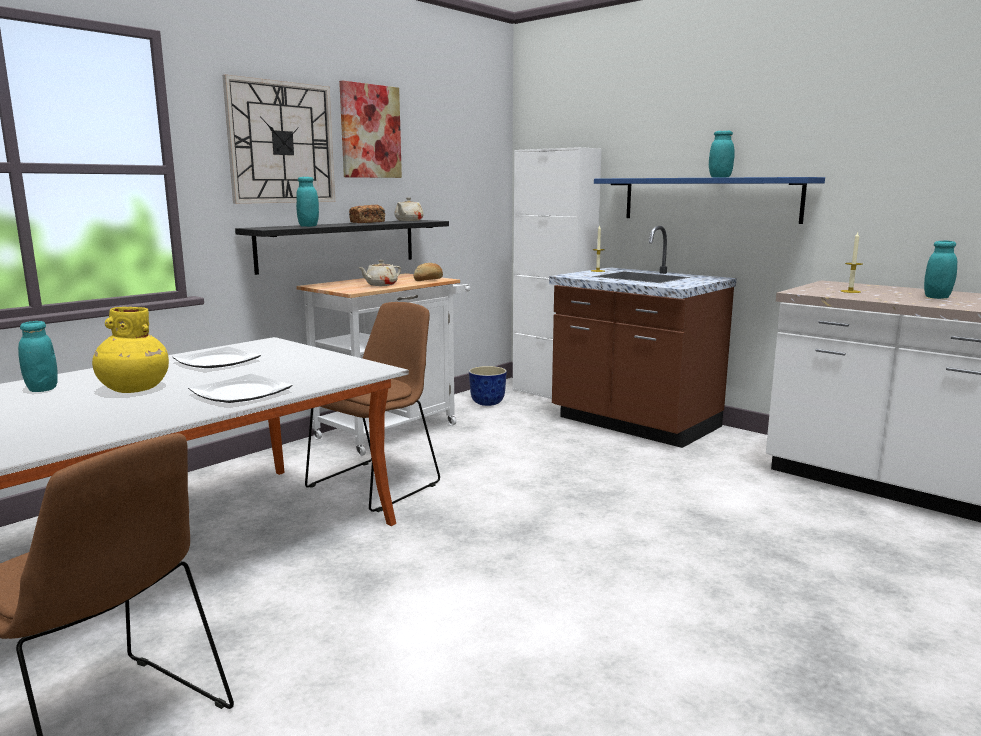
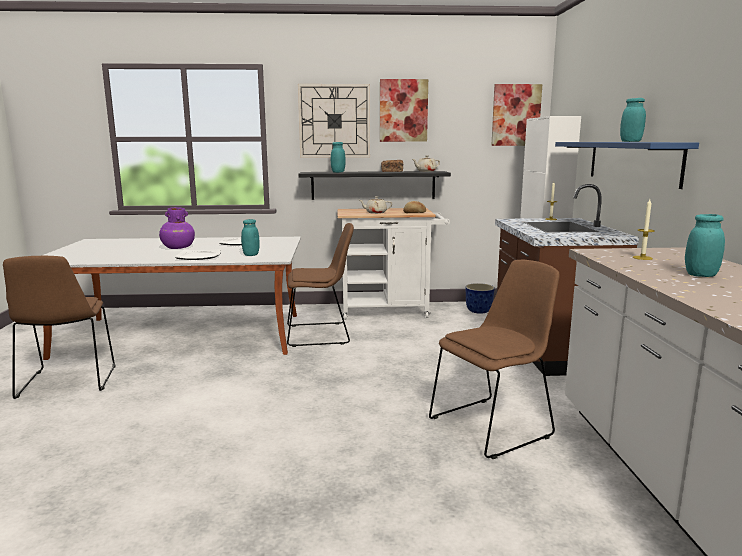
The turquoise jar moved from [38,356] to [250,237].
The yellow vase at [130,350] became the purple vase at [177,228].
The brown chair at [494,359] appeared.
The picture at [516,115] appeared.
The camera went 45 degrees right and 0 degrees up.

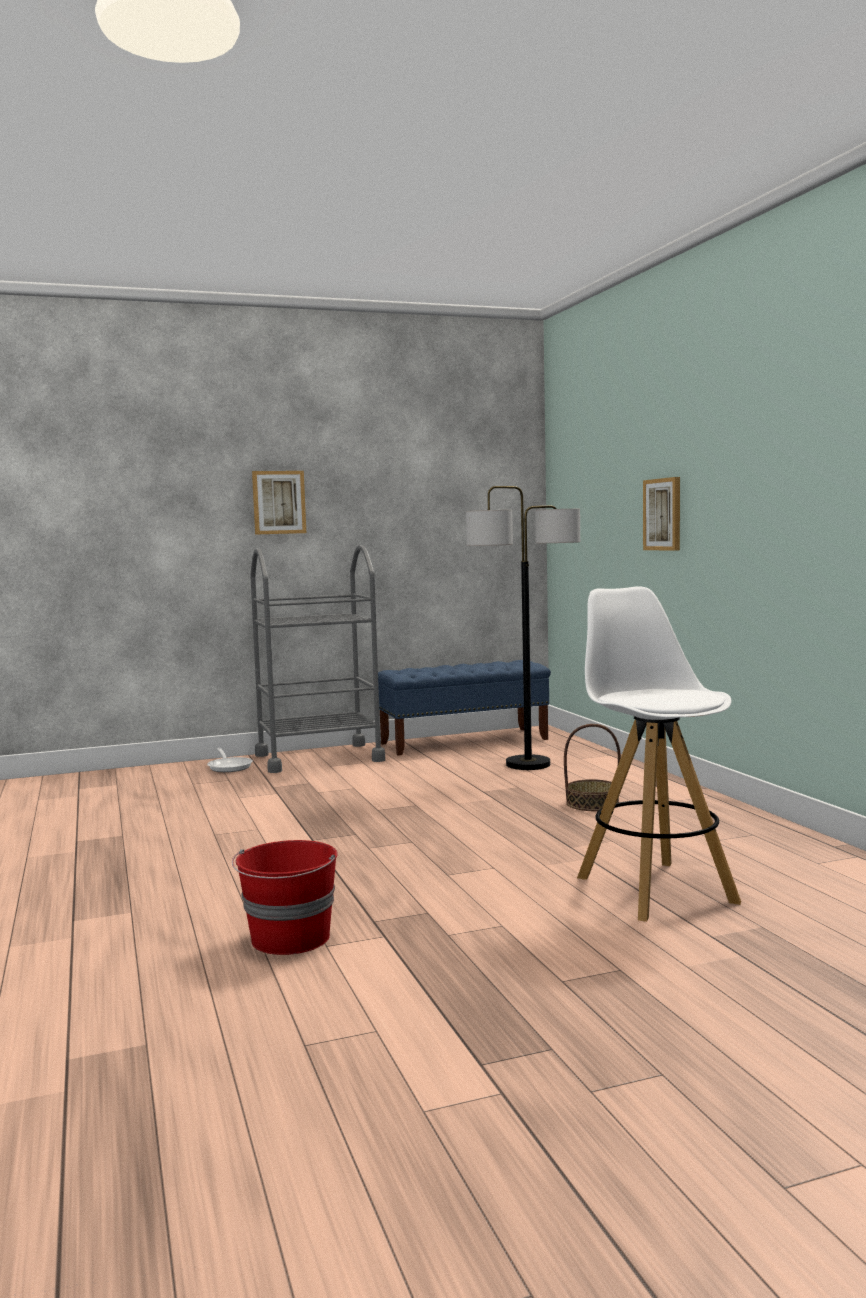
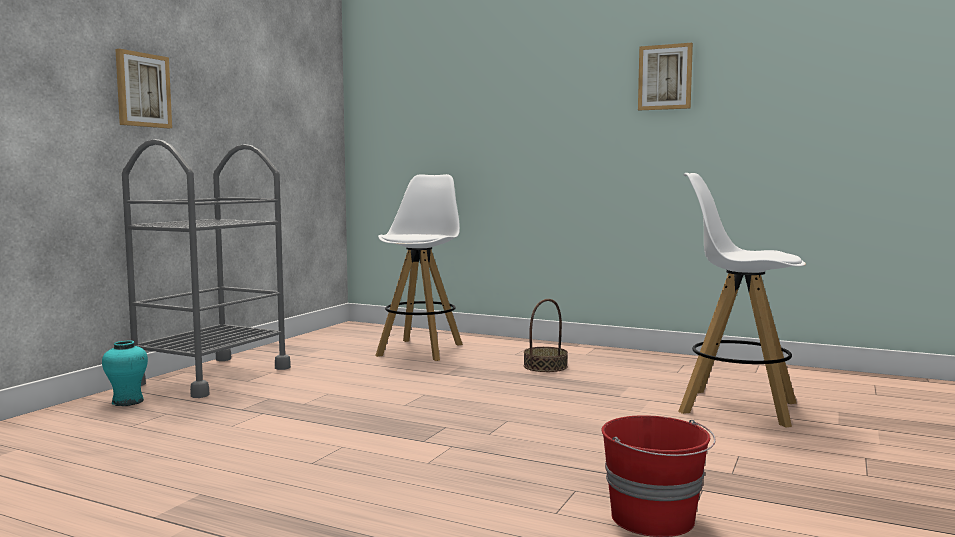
The frying pan at [230,760] was replaced by the turquoise vase at [125,373].
The blue bench at [464,708] disappeared.
The floor lamp at [523,628] was replaced by the white stool at [419,267].
The picture moved from [661,514] to [665,77].
The camera went 45 degrees left and 0 degrees up.

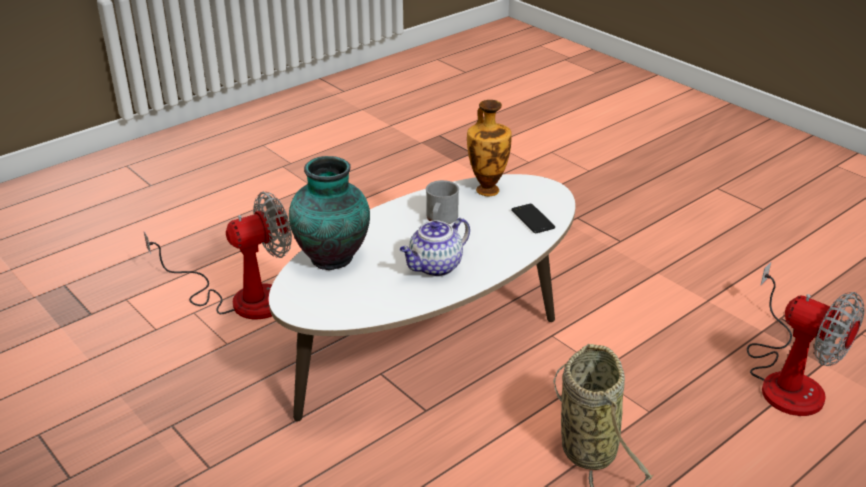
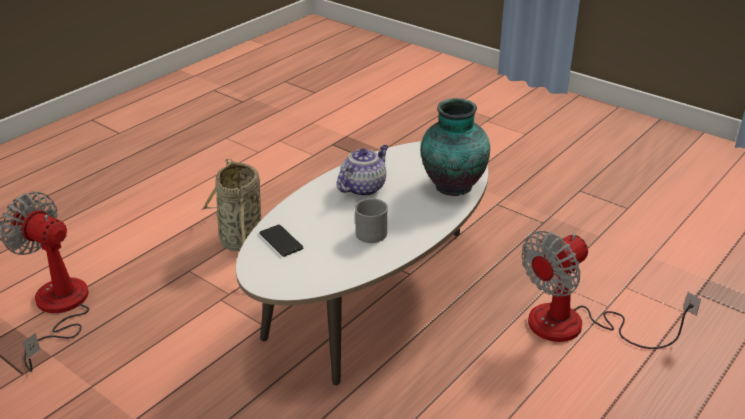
The vase at [489,148] disappeared.
The camera went 170 degrees right and 0 degrees up.

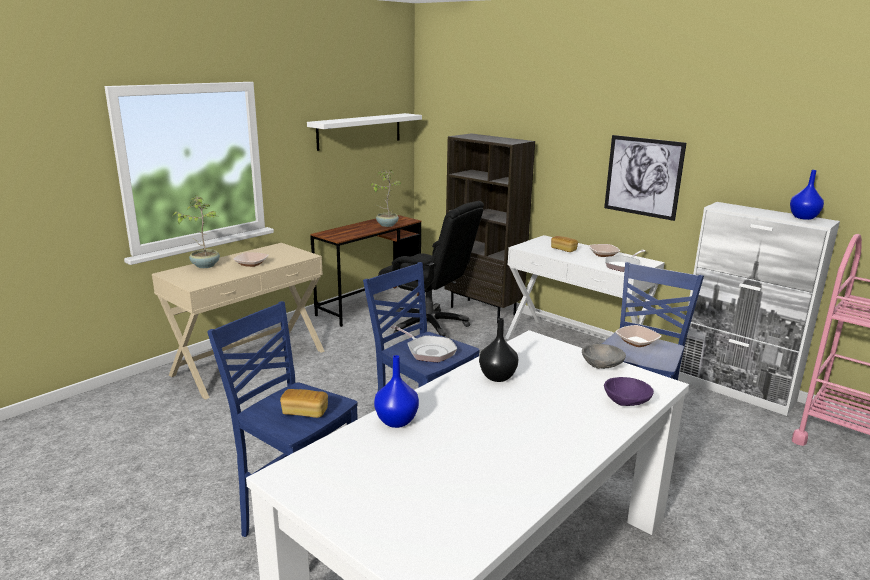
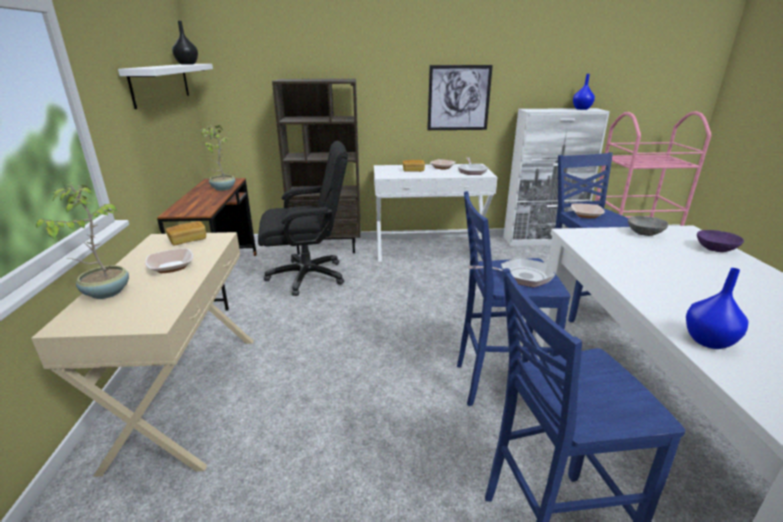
The bread moved from [304,403] to [186,233].
The black vase moved from [498,350] to [185,43].
The camera went 45 degrees left and 5 degrees up.

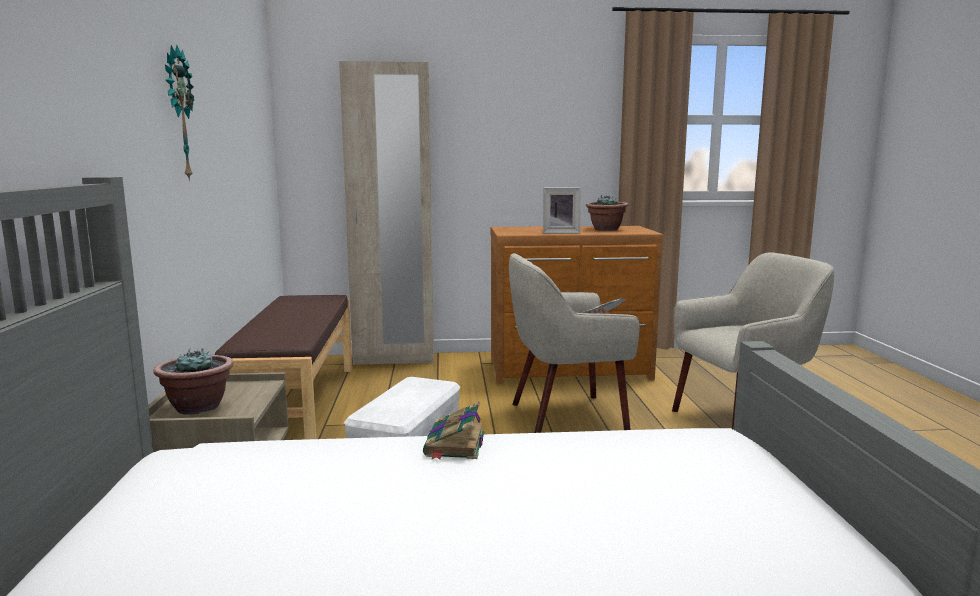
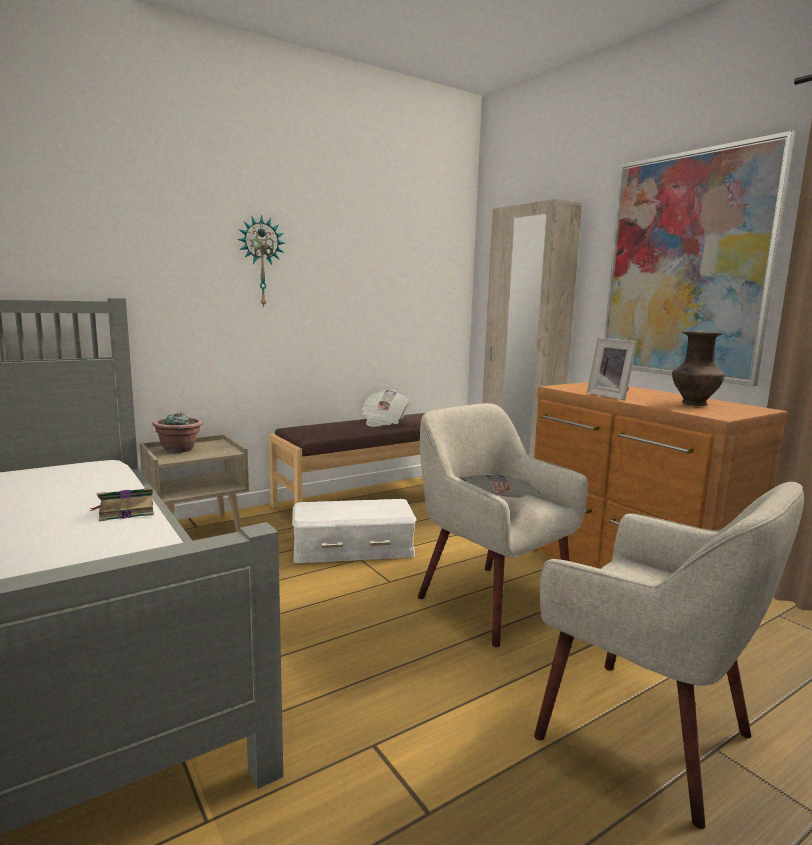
The potted plant at [607,213] was replaced by the brown vase at [698,368].
The newspaper at [385,408] appeared.
The picture at [699,258] appeared.
The camera went 60 degrees right and 0 degrees up.

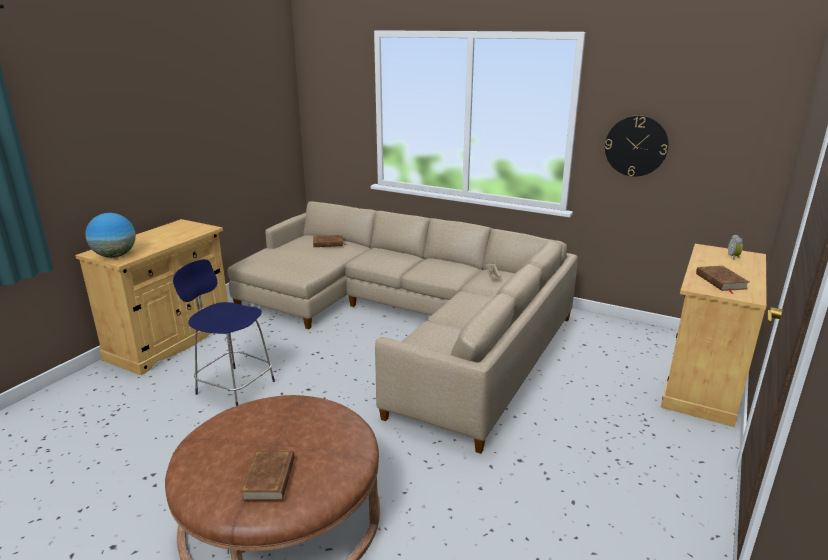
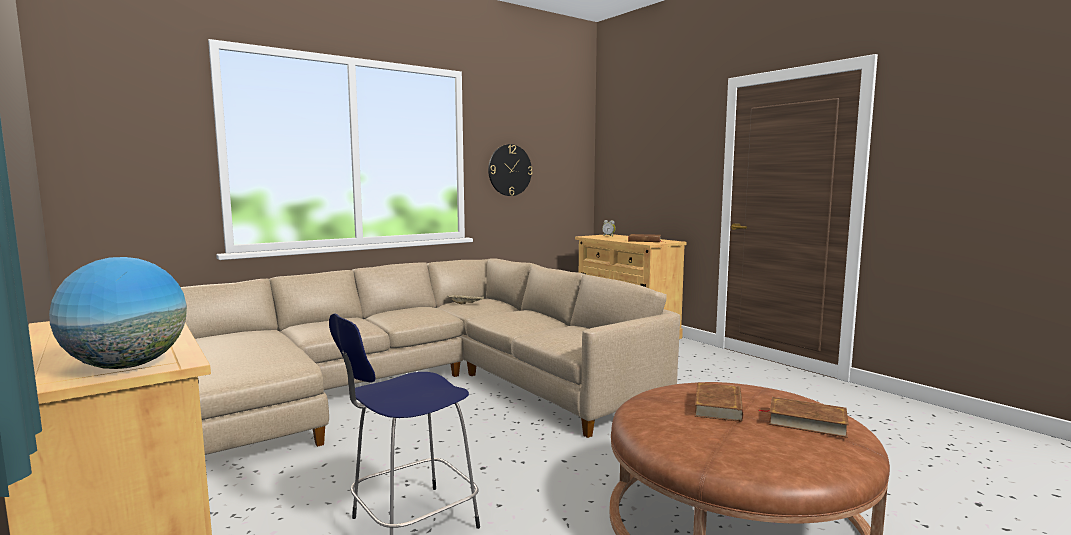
The brown book moved from [330,241] to [719,402].
The camera went 65 degrees left and 15 degrees down.

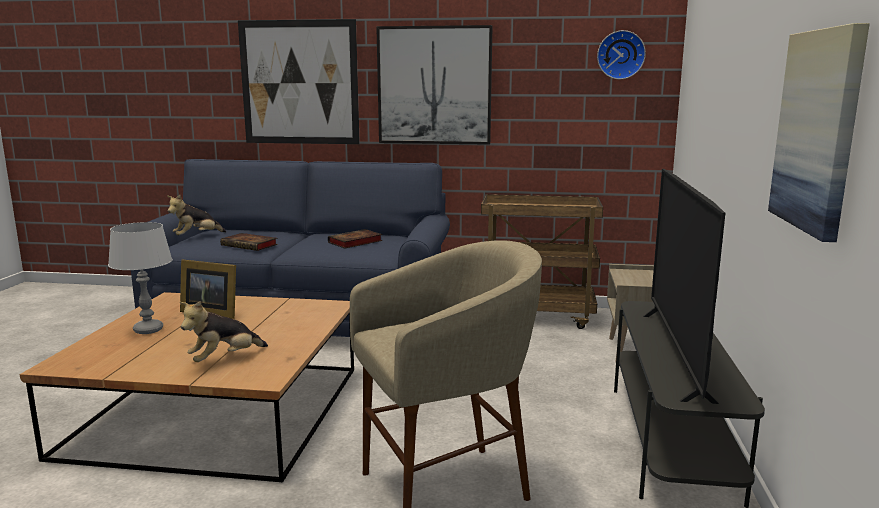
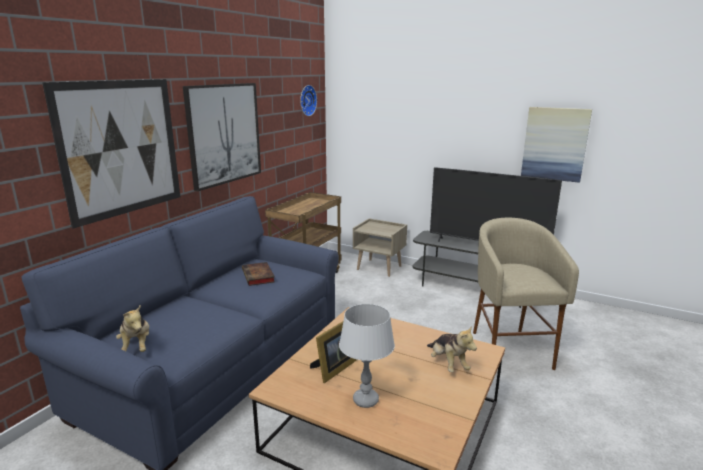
The book at [249,242] disappeared.
The camera went 70 degrees left and 5 degrees up.

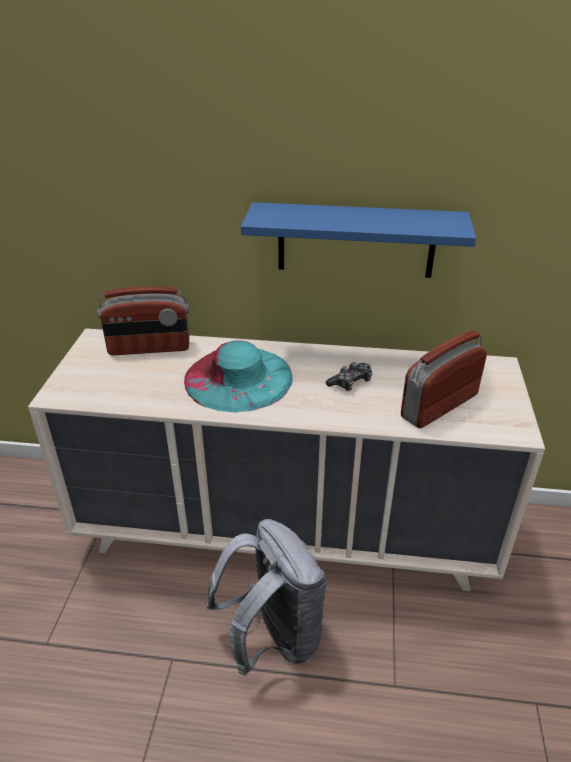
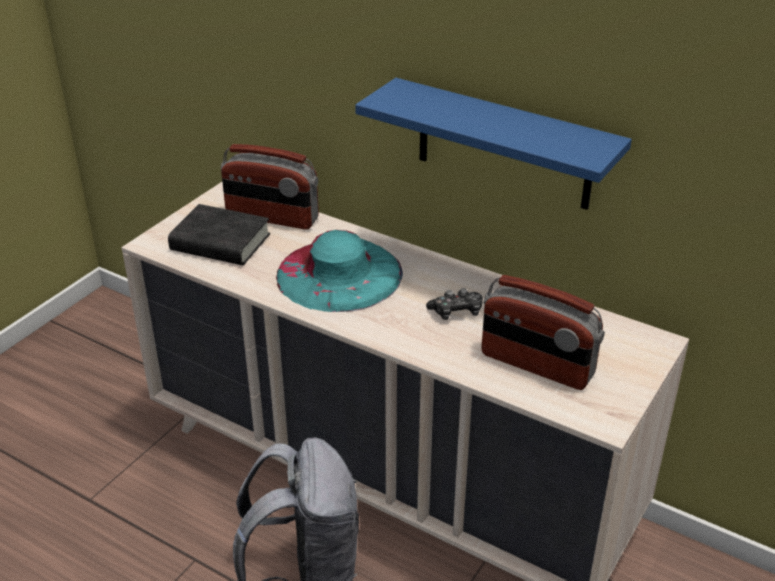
The radio at [444,379] turned 135 degrees counterclockwise.
The black book at [219,234] appeared.
The camera went 25 degrees right and 0 degrees up.

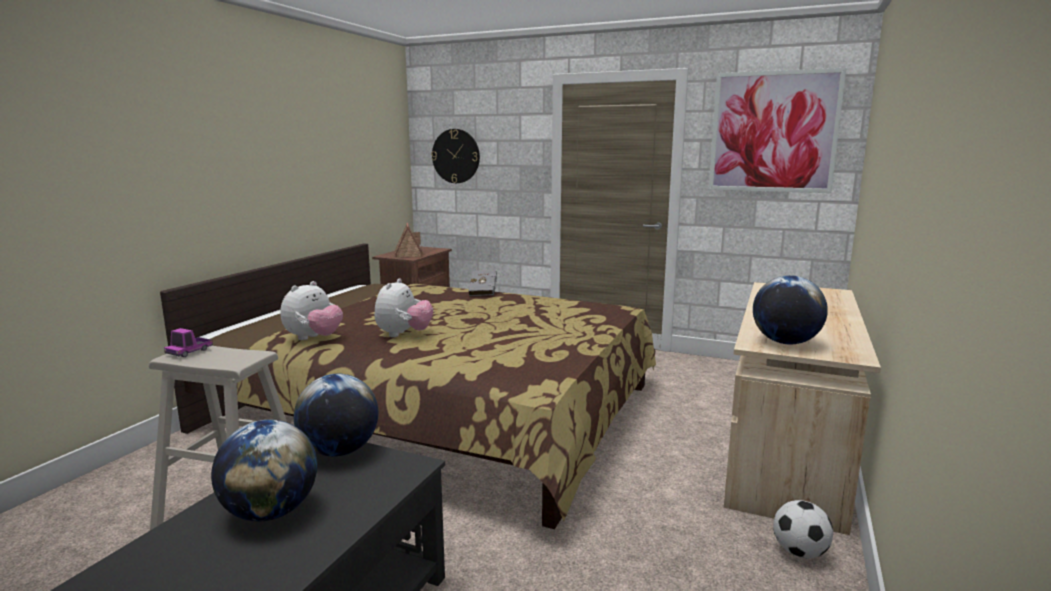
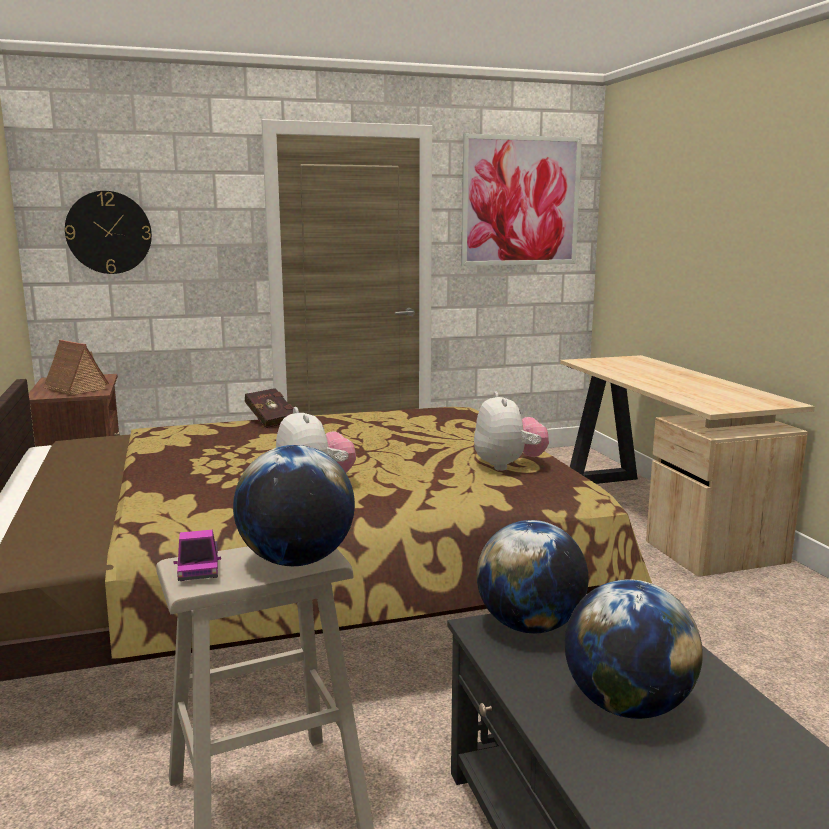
The plush toy moved from [311,310] to [511,431].
The grey book at [483,283] became the red book at [268,408].
The globe moved from [790,309] to [294,505].
The football at [803,529] disappeared.
The camera went 40 degrees left and 0 degrees up.

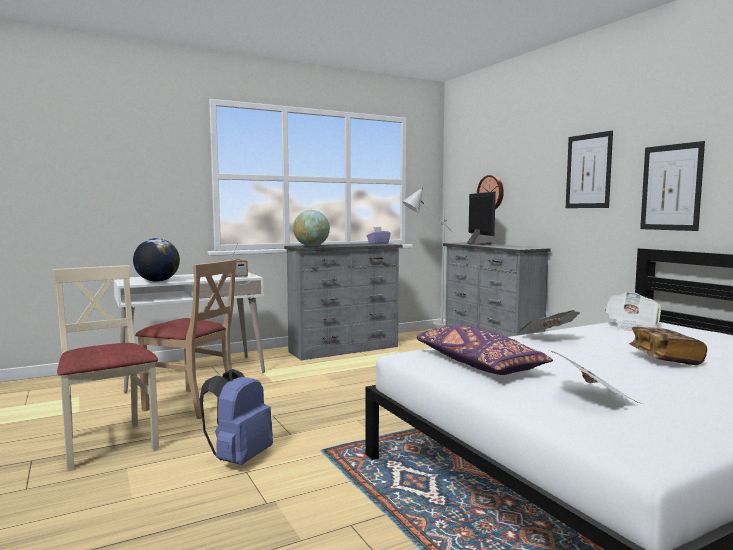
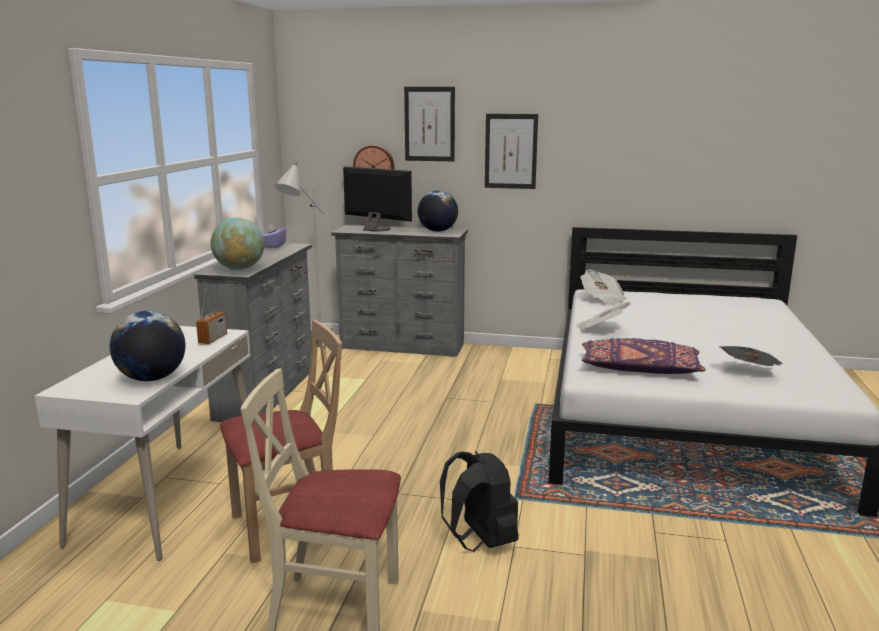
The blue backpack at [236,417] became the black backpack at [479,501].
The book at [668,346] disappeared.
The picture moved from [672,186] to [429,124].
The globe at [438,211] appeared.
The camera went 50 degrees left and 10 degrees up.

